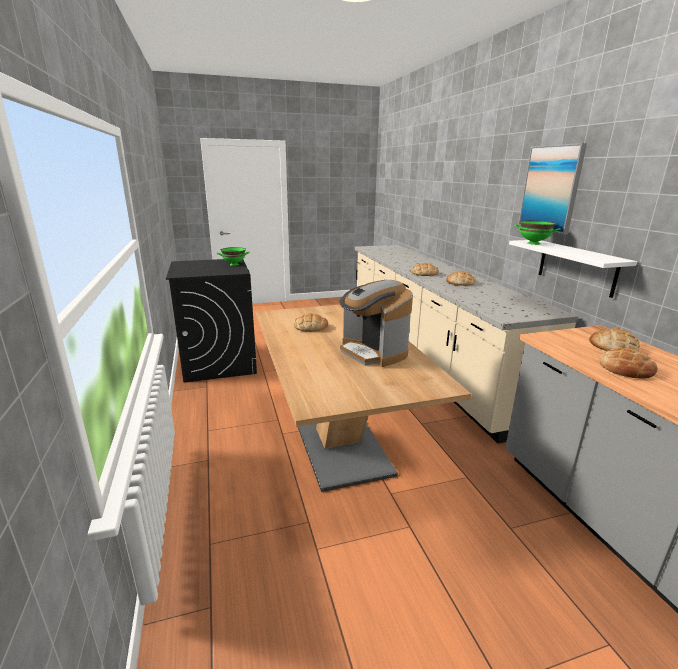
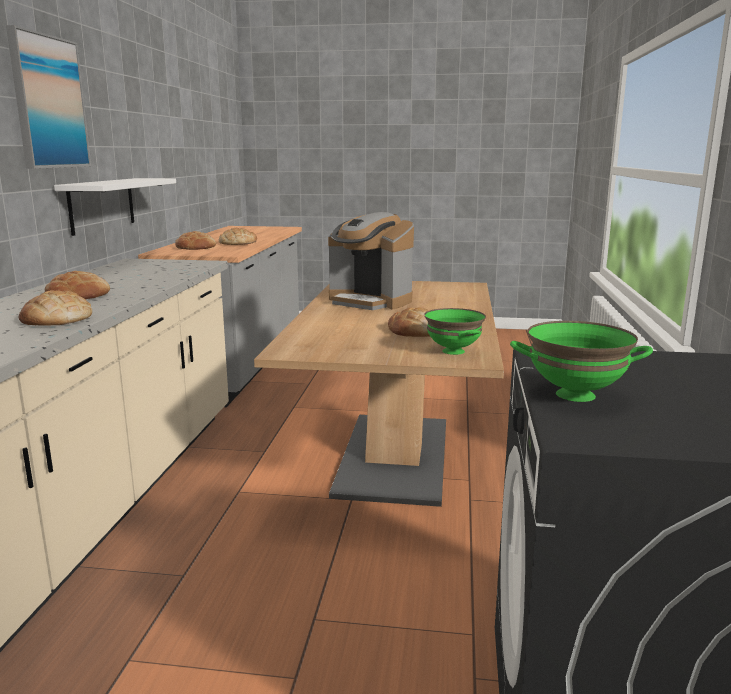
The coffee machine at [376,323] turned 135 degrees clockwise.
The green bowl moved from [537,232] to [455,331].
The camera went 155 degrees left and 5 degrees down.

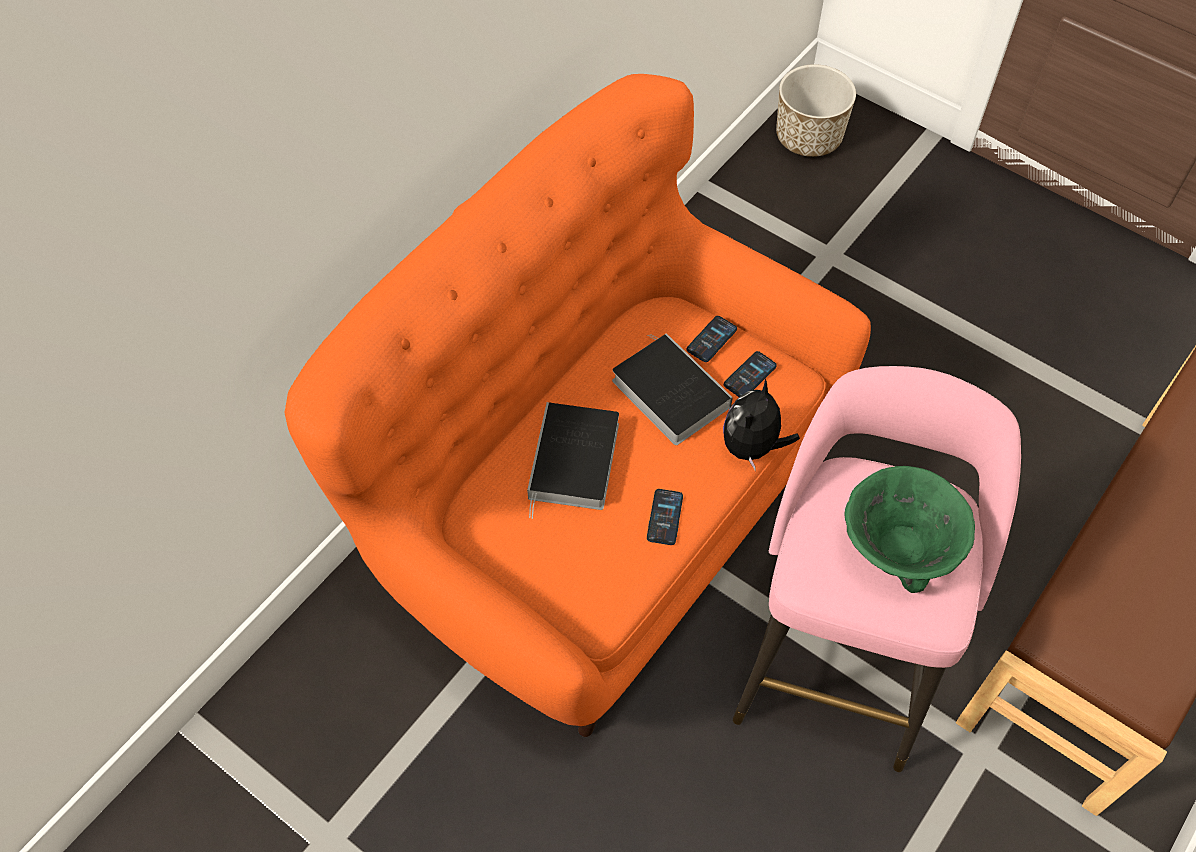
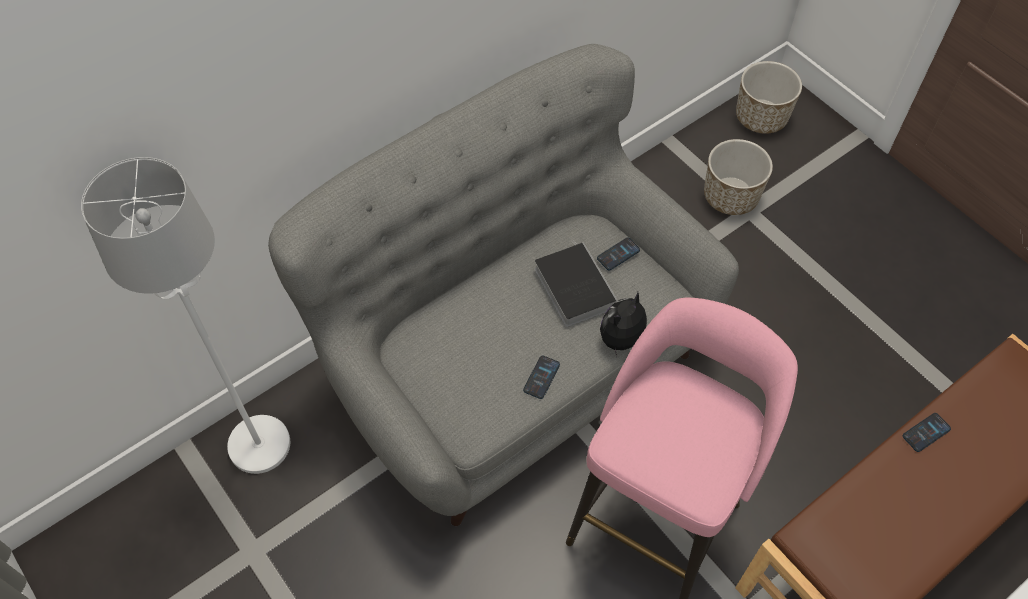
The orange sofa at [577,405] became the grey sofa at [503,285].
The book at [573,460] disappeared.
The phone moved from [750,374] to [927,432].
The green bowl at [909,529] disappeared.
The white floor lamp at [185,315] appeared.
The planter at [738,177] appeared.
The camera went 15 degrees right and 0 degrees up.

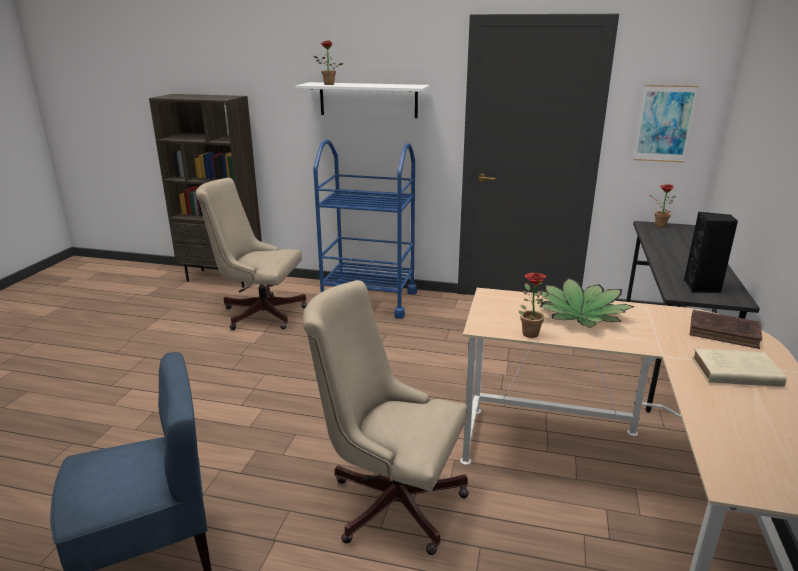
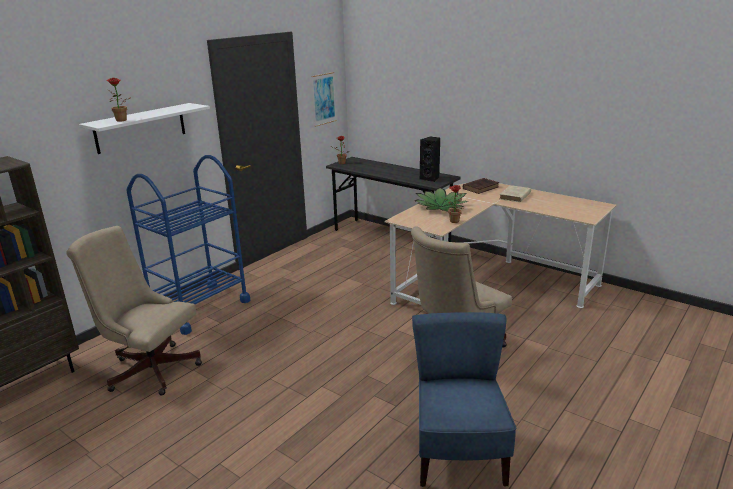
The beige office chair at [251,254] turned 75 degrees clockwise.
The camera went 65 degrees left and 0 degrees up.

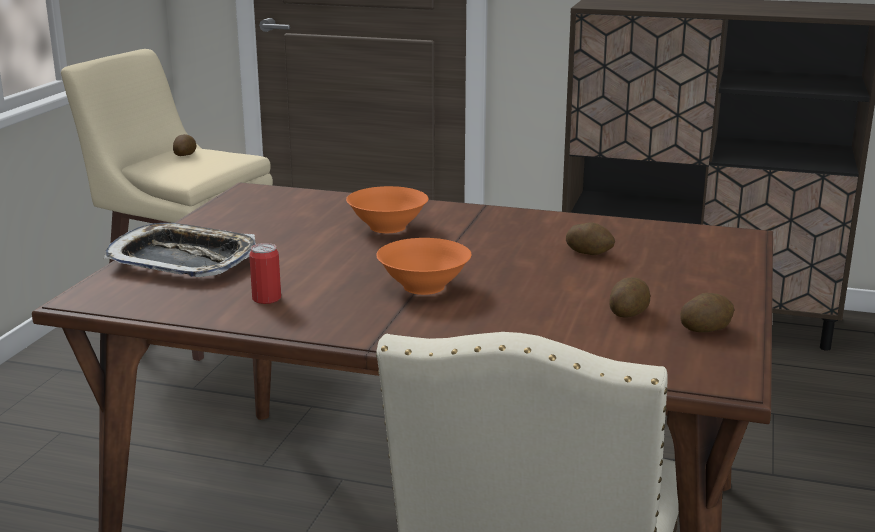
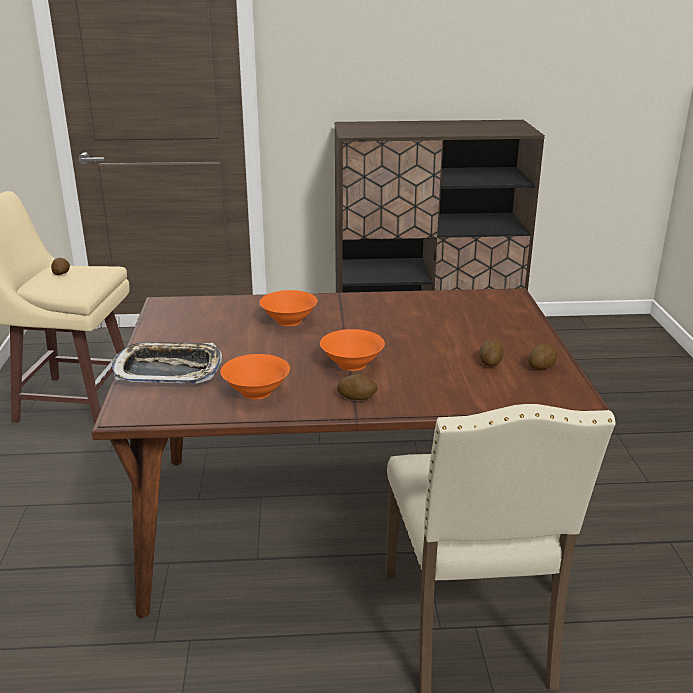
The can at [265,273] was replaced by the orange bowl at [255,376].
The potato moved from [590,238] to [357,387].
The camera went 20 degrees left and 5 degrees up.

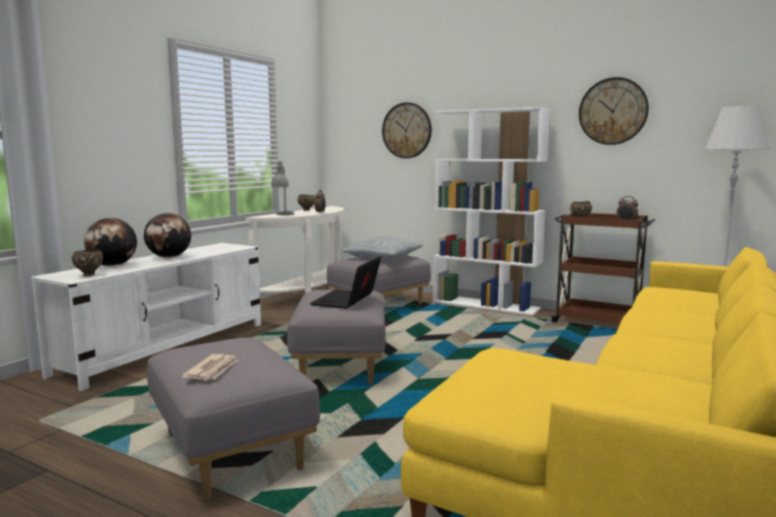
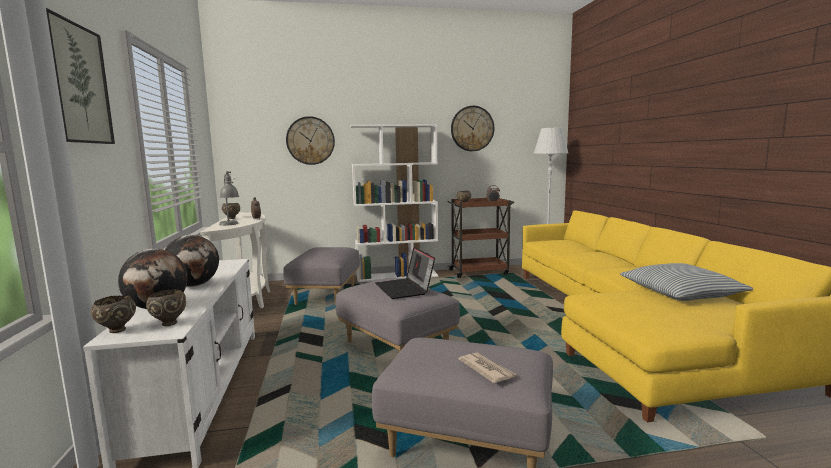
The pillow moved from [382,248] to [686,282].
The picture at [80,76] appeared.
The brown bowl at [113,314] appeared.
The camera went 40 degrees left and 0 degrees up.

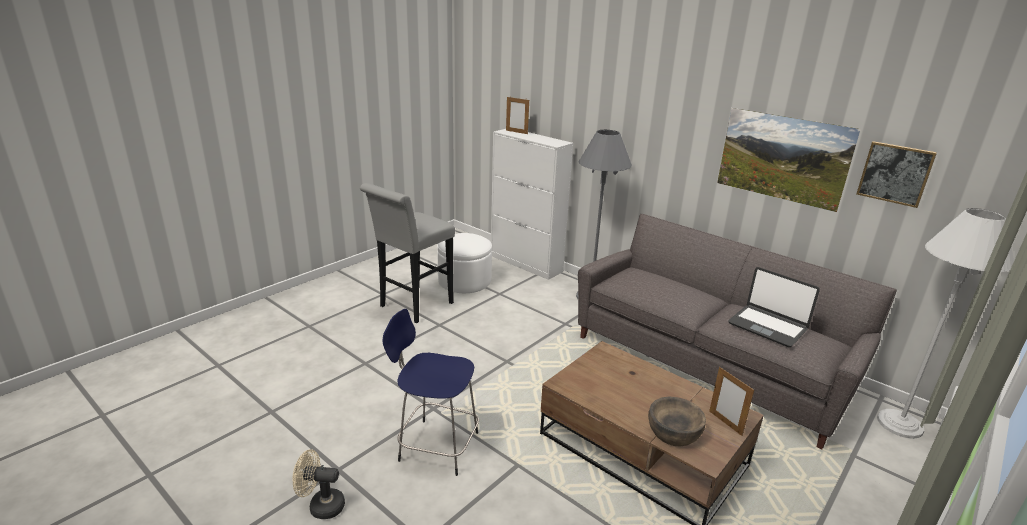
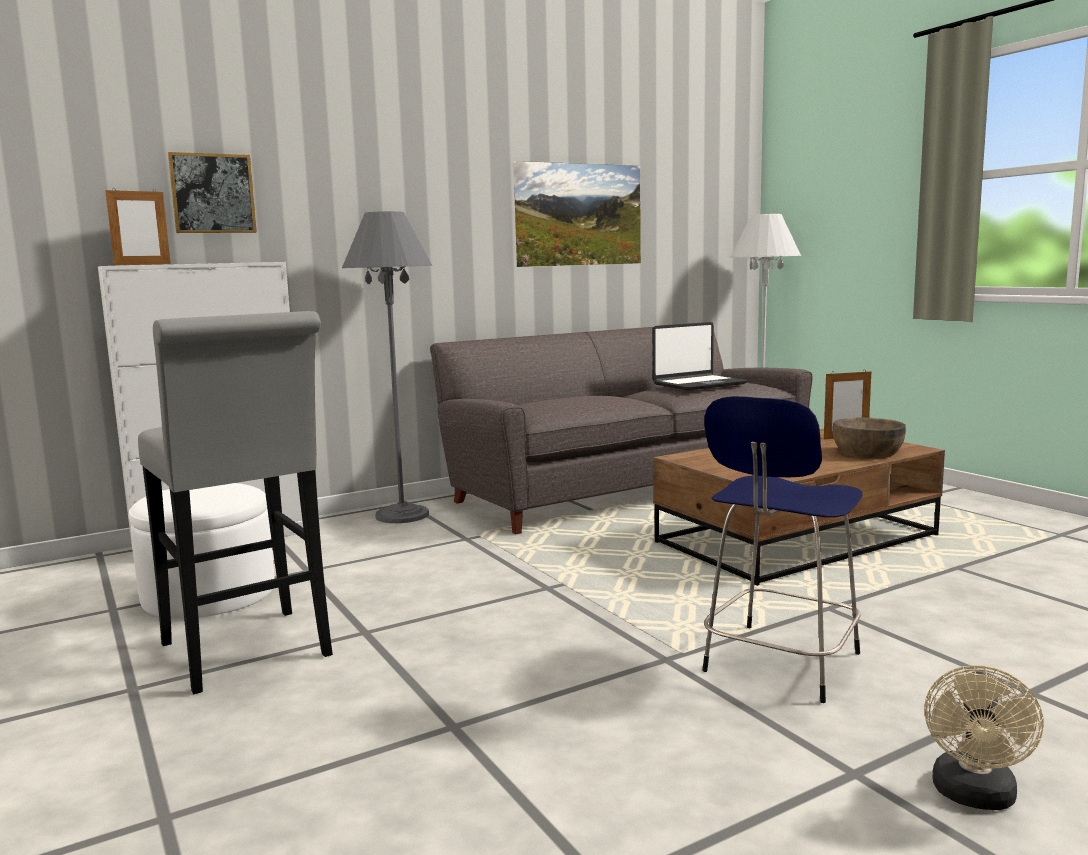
The picture moved from [897,174] to [212,192].
The camera went 70 degrees left and 15 degrees down.

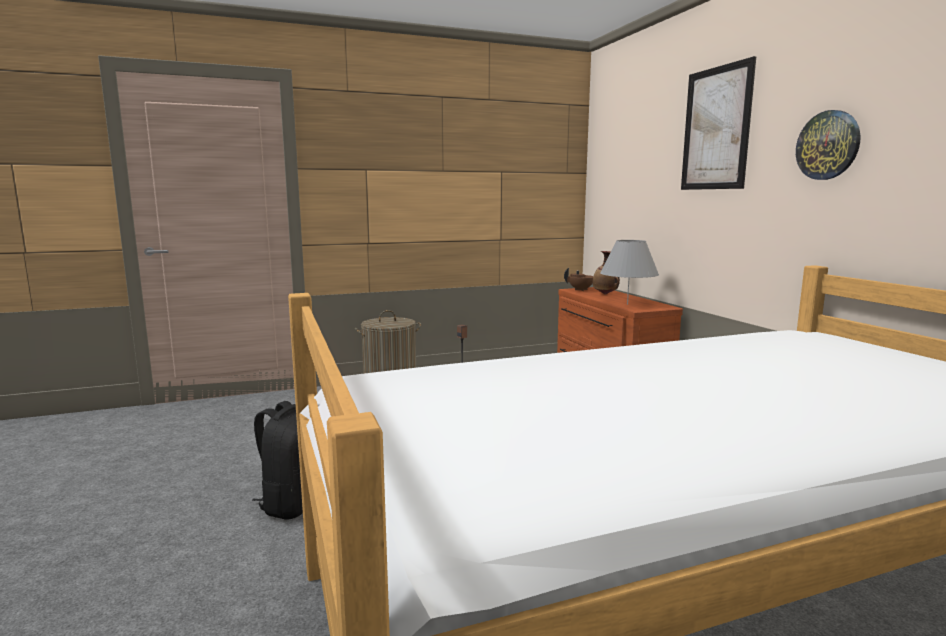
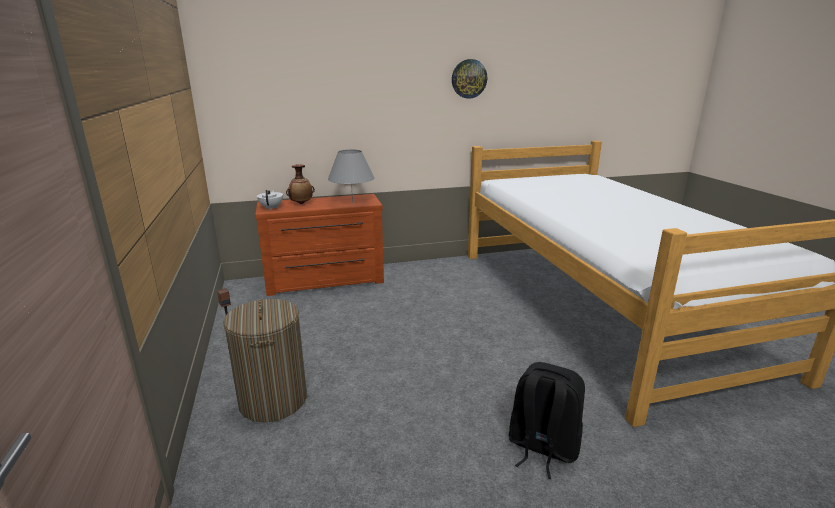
The brown teapot at [578,279] became the white teapot at [270,200].
The picture at [718,123] disappeared.
The camera went 85 degrees left and 10 degrees up.

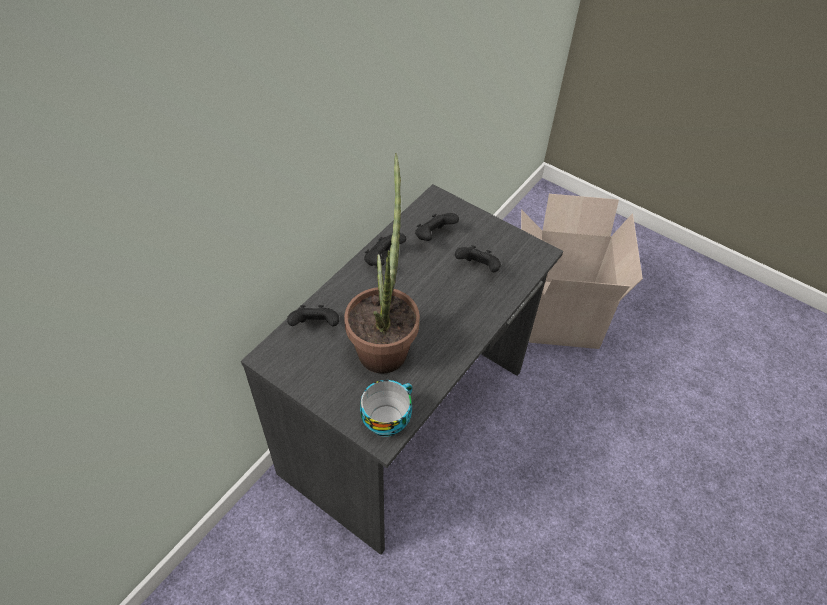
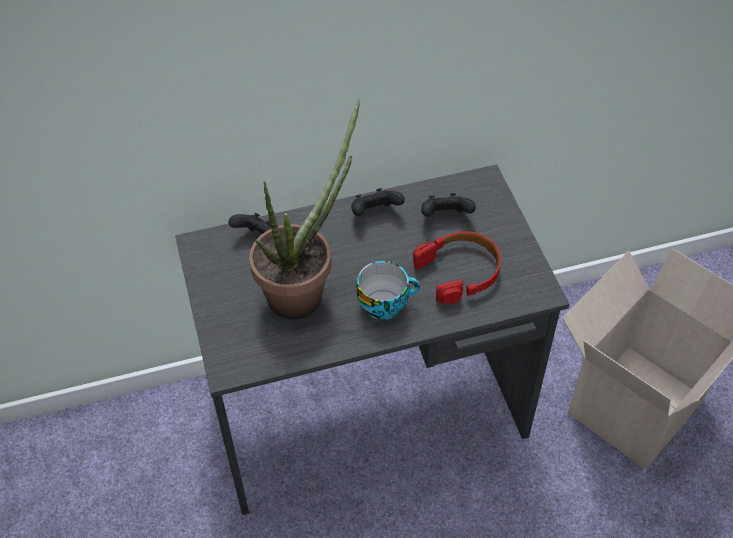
The cup moved from [386,408] to [388,290].
The black game controller at [478,258] was replaced by the red headphones at [457,268].
The camera went 40 degrees right and 0 degrees up.

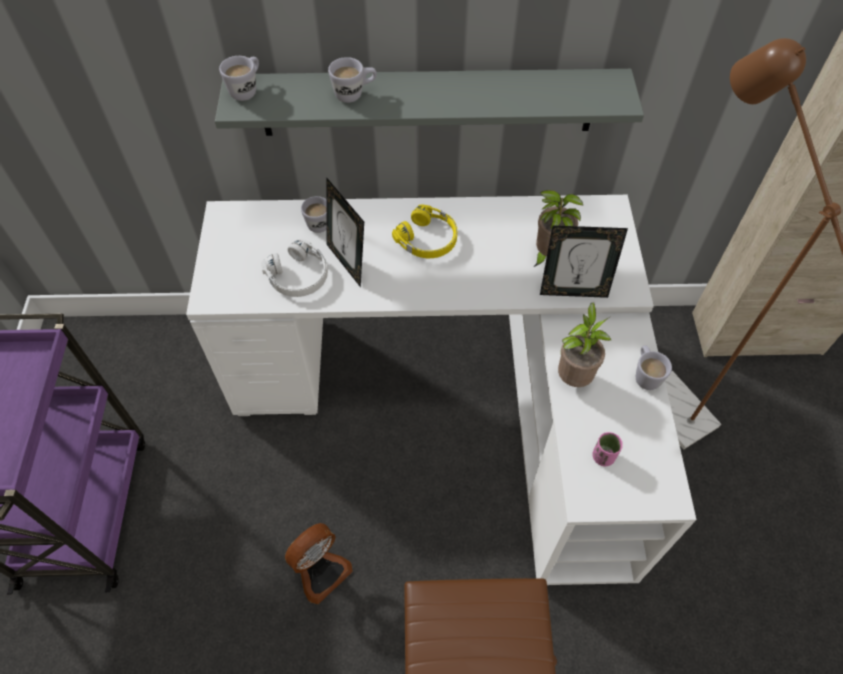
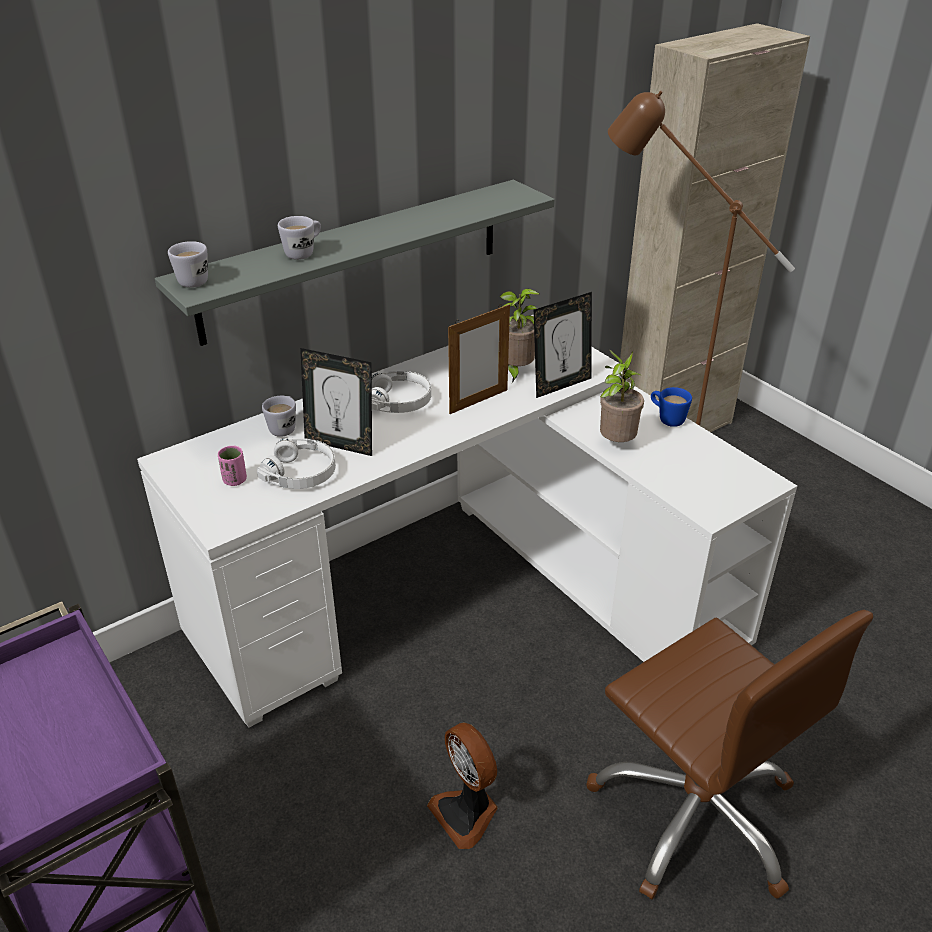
The fan at [319,563] turned 135 degrees clockwise.
The yellow headphones at [424,231] became the white headphones at [401,392].
The pink cup moved from [607,449] to [232,466].
The white mug at [654,368] became the blue mug at [671,407].
The picture frame at [479,359] appeared.
The camera went 35 degrees left and 20 degrees down.

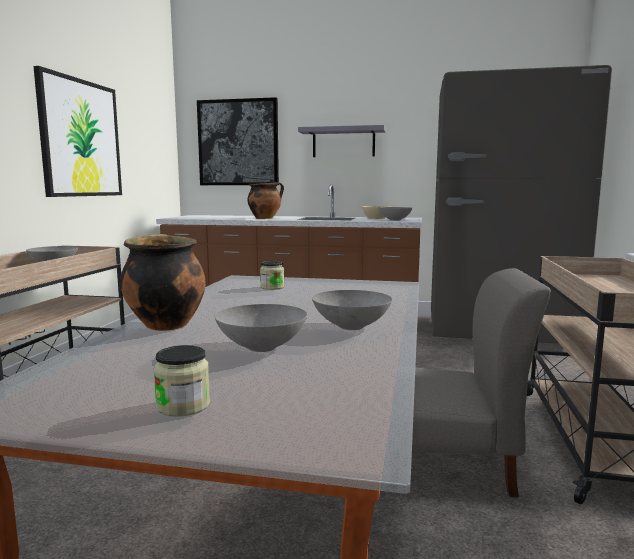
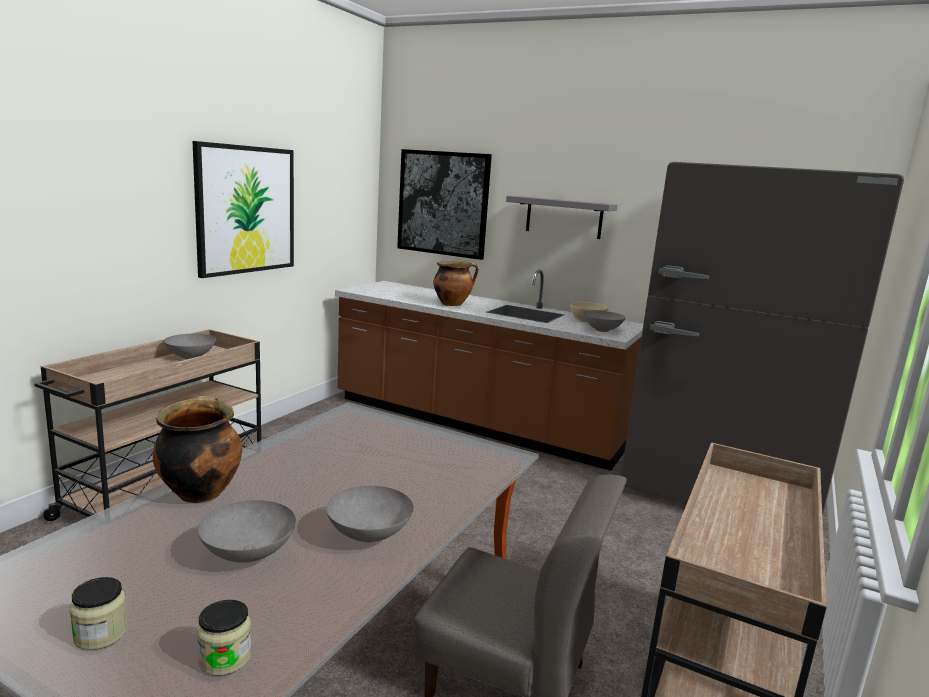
The jar moved from [272,275] to [224,638].
The camera went 15 degrees right and 5 degrees up.

